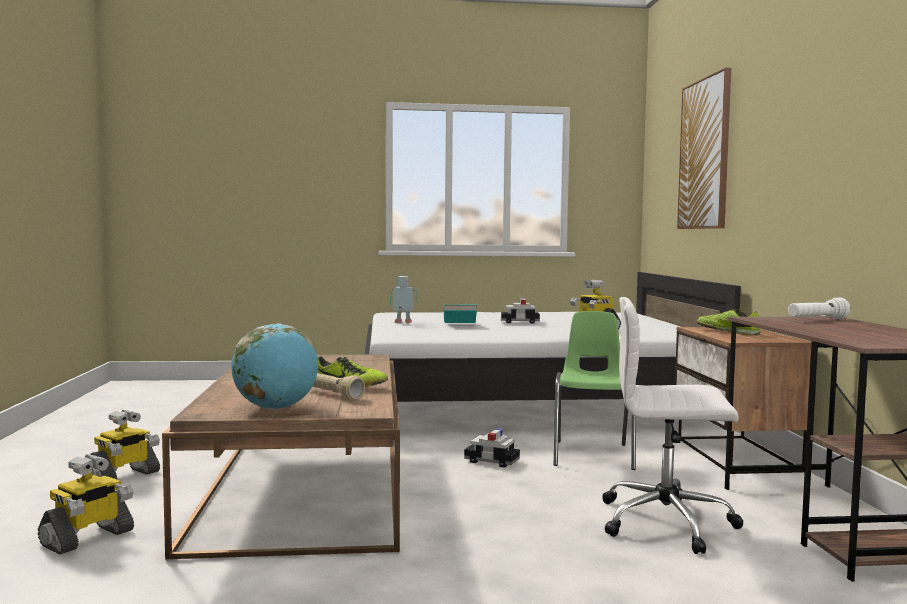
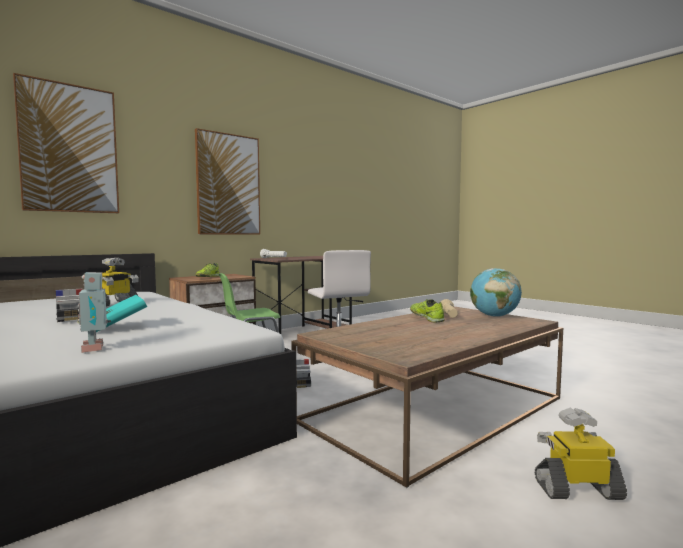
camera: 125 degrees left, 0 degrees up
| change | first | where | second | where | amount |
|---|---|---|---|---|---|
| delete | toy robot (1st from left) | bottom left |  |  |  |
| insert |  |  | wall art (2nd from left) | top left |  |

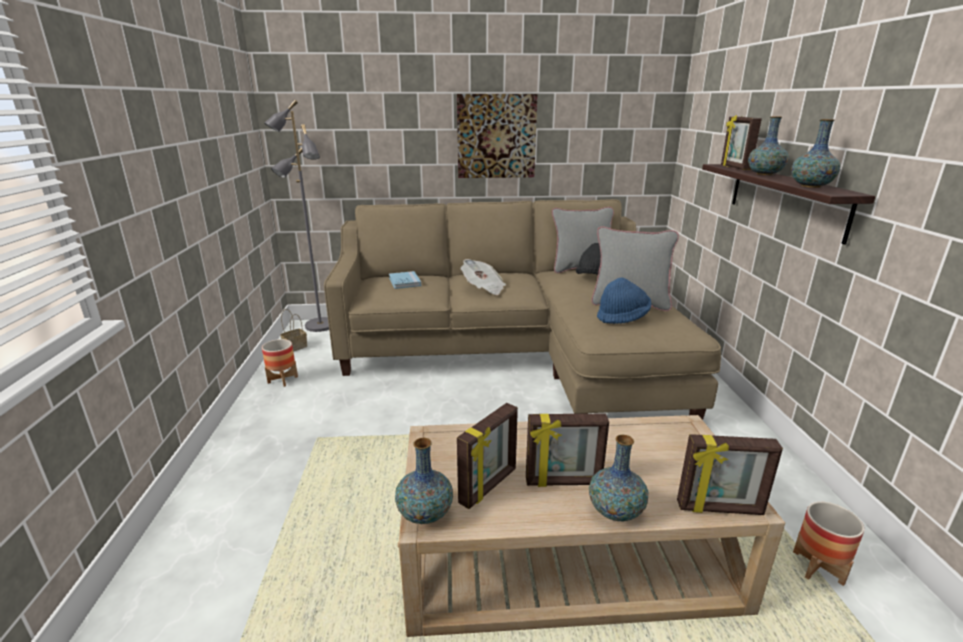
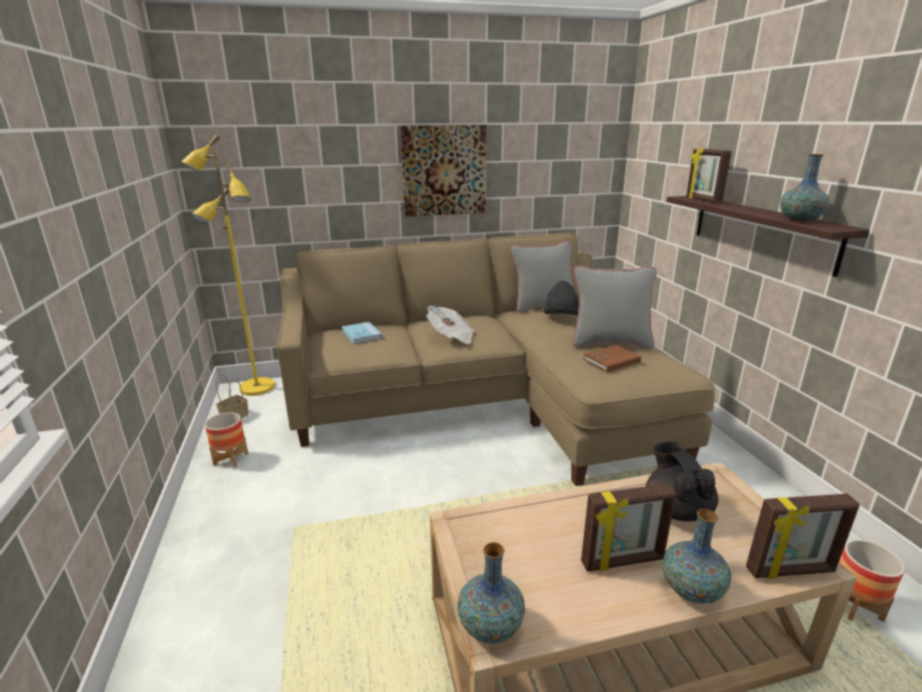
camera: 10 degrees left, 0 degrees up
| change | first | where | second | where | amount |
|---|---|---|---|---|---|
| recolor | floor lamp (greyish) | middle left | floor lamp (yellow) | middle left |  |
| delete | vase (3rd from left) | top right |  |  |  |
| replace | clothing hat (blue) | centre | bound book (brownish) | centre |  |
| delete | standing frame (1st from left) | bottom centre |  |  |  |
| insert |  |  | pot for tea (blackish) | bottom right |  |

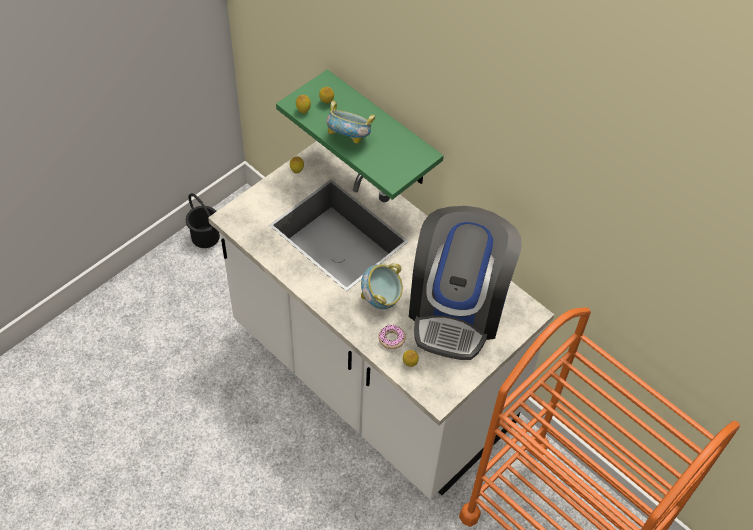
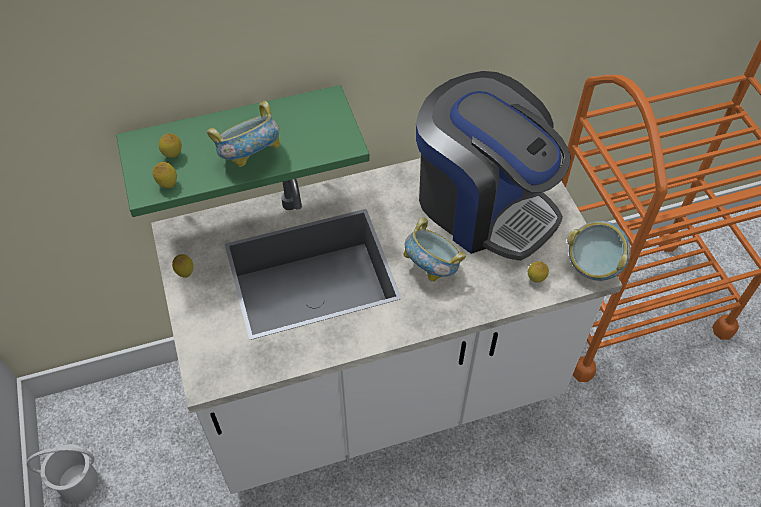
camera: 60 degrees left, 0 degrees up
| change | first | where | second | where | amount |
|---|---|---|---|---|---|
| recolor | bucket (blackish) | middle left | bucket (whitish) | bottom left |  |
| delete | doughnut | centre |  |  |  |
| insert |  |  | bowl (3rd from left) | middle right |  |

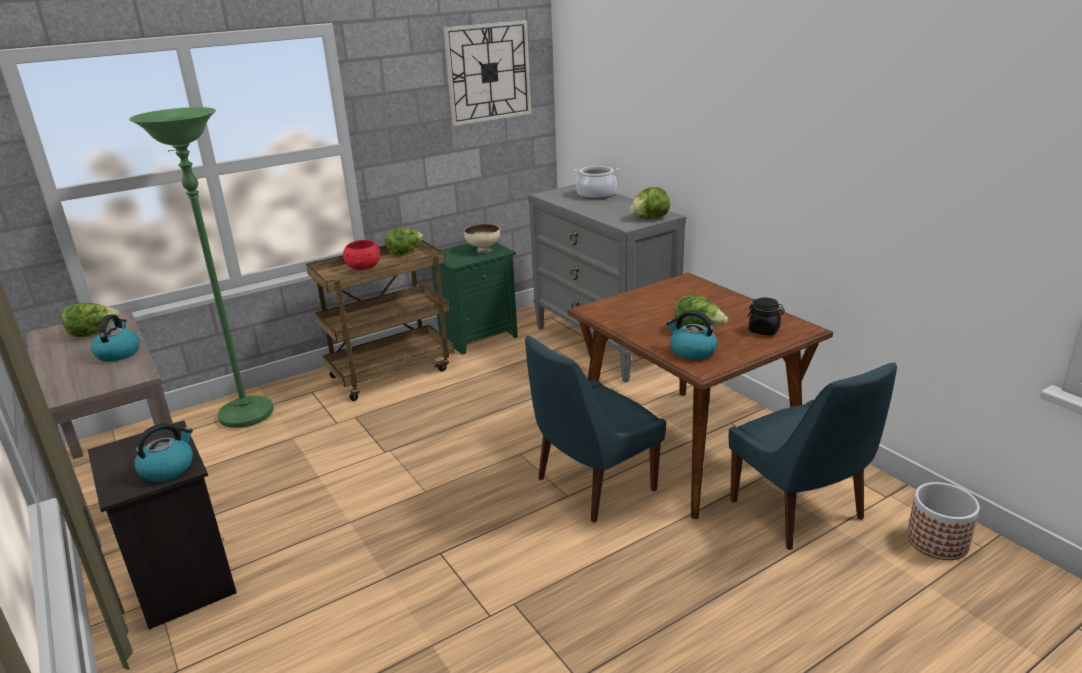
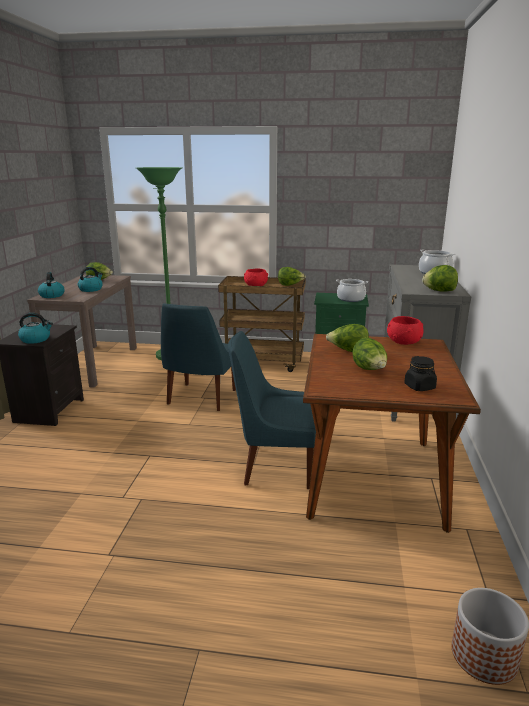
camera: 40 degrees right, 5 degrees down
| change | first | where | second | where | amount |
|---|---|---|---|---|---|
| delete | wall clock | top centre |  |  |  |
| replace | bowl (beige-coloured) | centre | cooking pot (1st from left) | centre |  |
| move | tea kettle (3rd from left in the first image) | centre | tea kettle (2nd from left) | middle left |  |
| move | upright chair (blue) (2nd from left in the first image) | bottom right | upright chair (blue) (1st from left) | centre |  |
| insert |  |  | bowl (red) (2nd from left) | middle right |  |
| insert |  |  | lettuce (3rd from left) | centre |  |

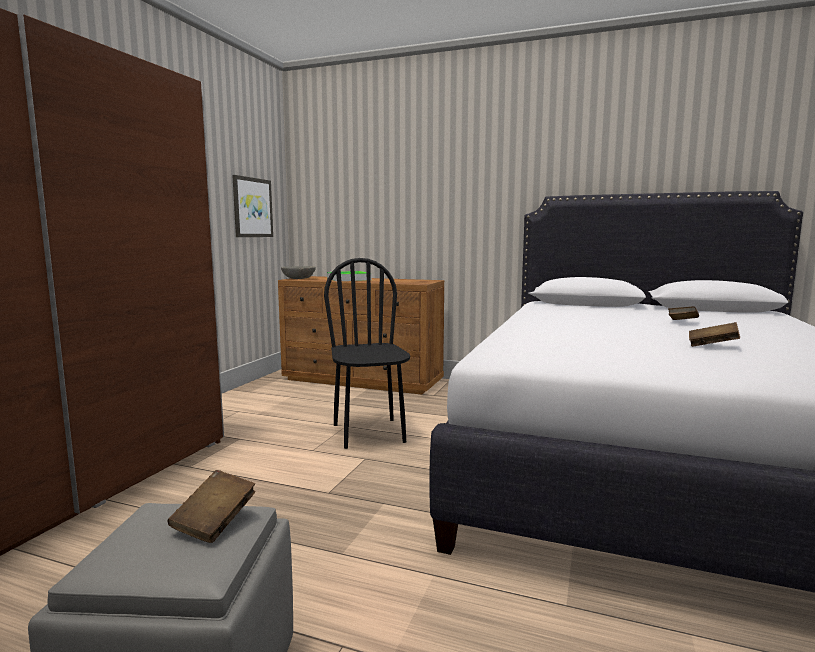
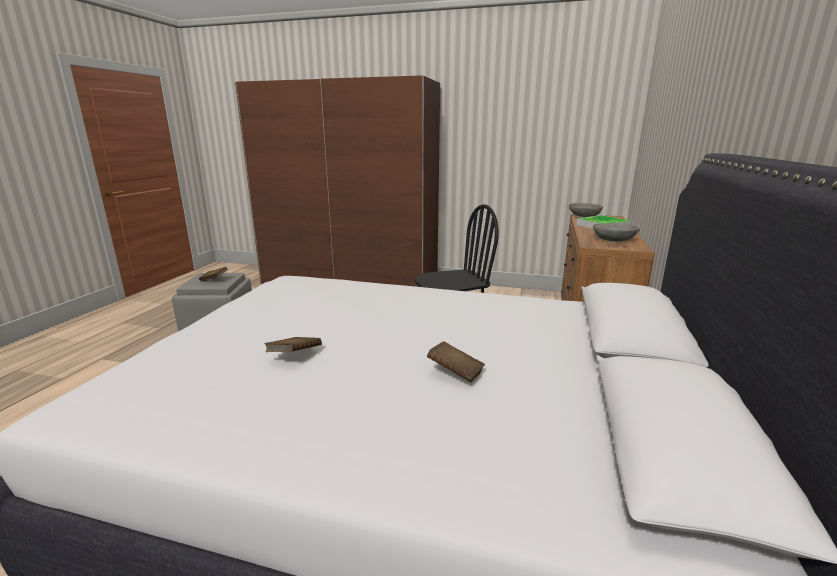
camera: 85 degrees right, 10 degrees up
| change | first | where | second | where | amount |
|---|---|---|---|---|---|
| delete | wall art | top left |  |  |  |
| insert |  |  | bowl (greyish) (2nd from left) | middle right |  |

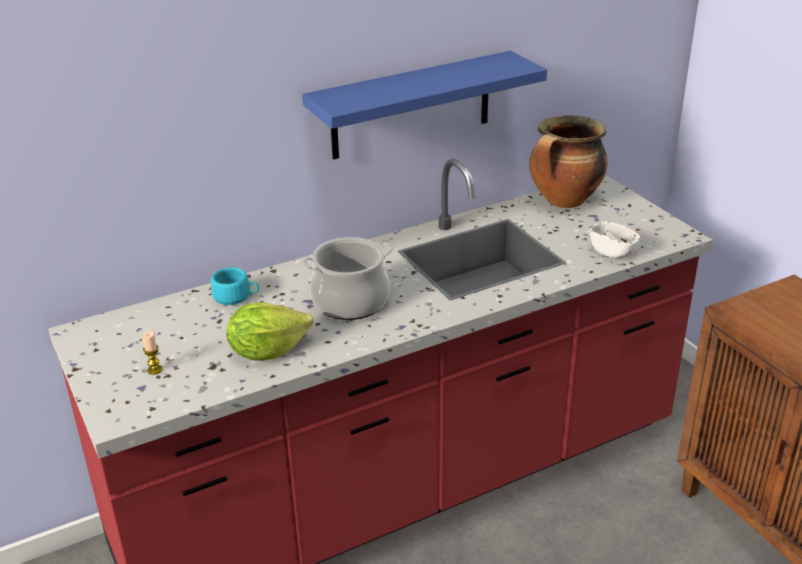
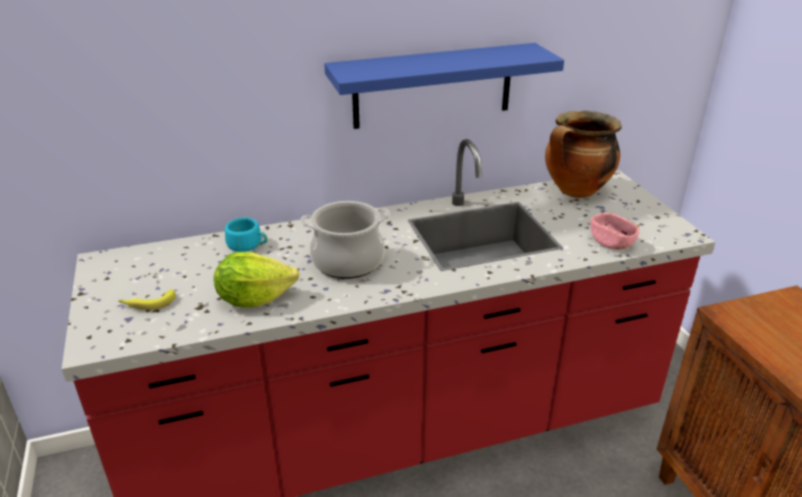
camera: 10 degrees right, 0 degrees up
| change | first | where | second | where | amount |
|---|---|---|---|---|---|
| recolor | bowl (whitish) | middle right | bowl (pinkish) | middle right |  |
| replace | wax light | middle left | banana | middle left |  |

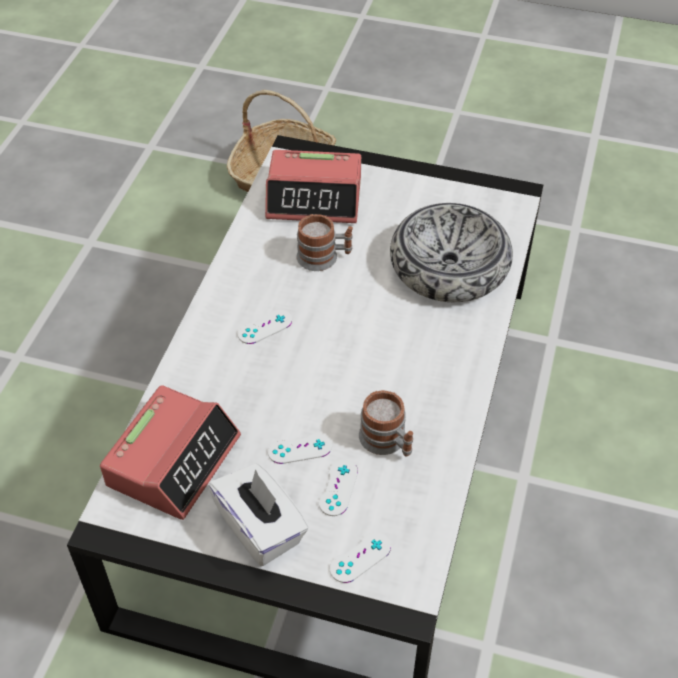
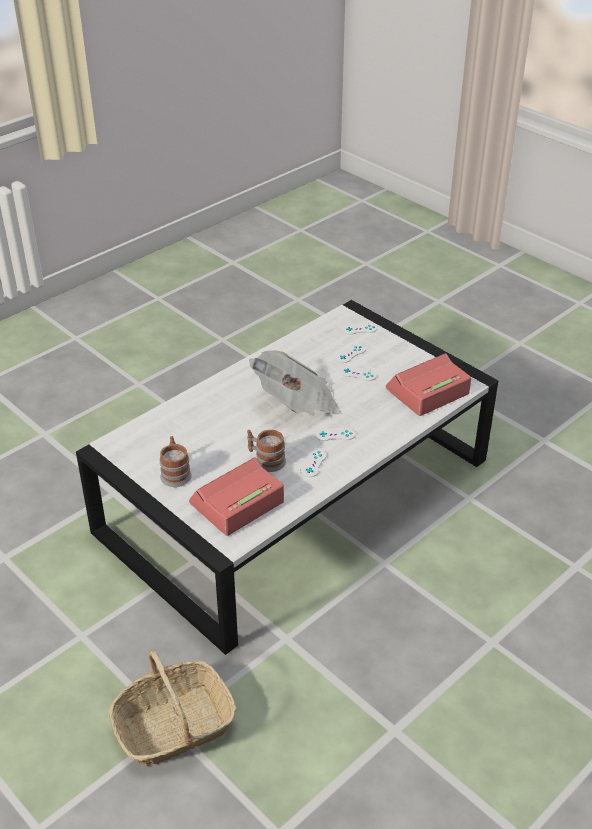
camera: 150 degrees left, 10 degrees down
| change | first | where | second | where | amount |
|---|---|---|---|---|---|
| rotate | alarm clock (2nd from left in the first image) | top centre | alarm clock (1st from left) | centre | 75 degrees counterclockwise |
| delete | bowl | centre |  |  |  |
| move | coffee mug (2nd from left in the first image) | centre | coffee mug (1st from left) | middle left |  |
| delete | tissue box (whitish) | bottom centre |  |  |  |
| insert |  |  | daily paper | centre |  |
| insert |  |  | game controller (whitish) (1st from left) | centre |  |

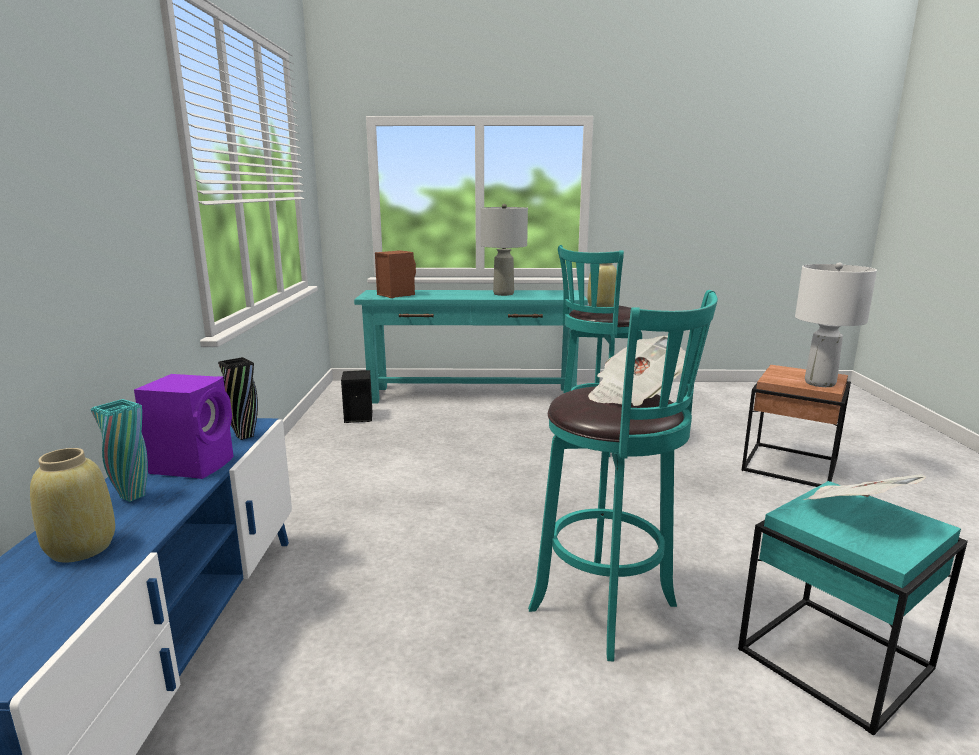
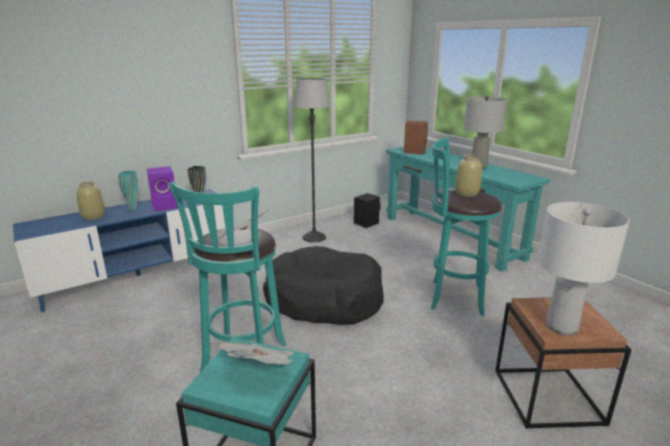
camera: 55 degrees right, 5 degrees up
| change | first | where | second | where | amount |
|---|---|---|---|---|---|
| insert |  |  | floor lamp | centre |  |
| insert |  |  | dog cushion (blackish) | centre |  |

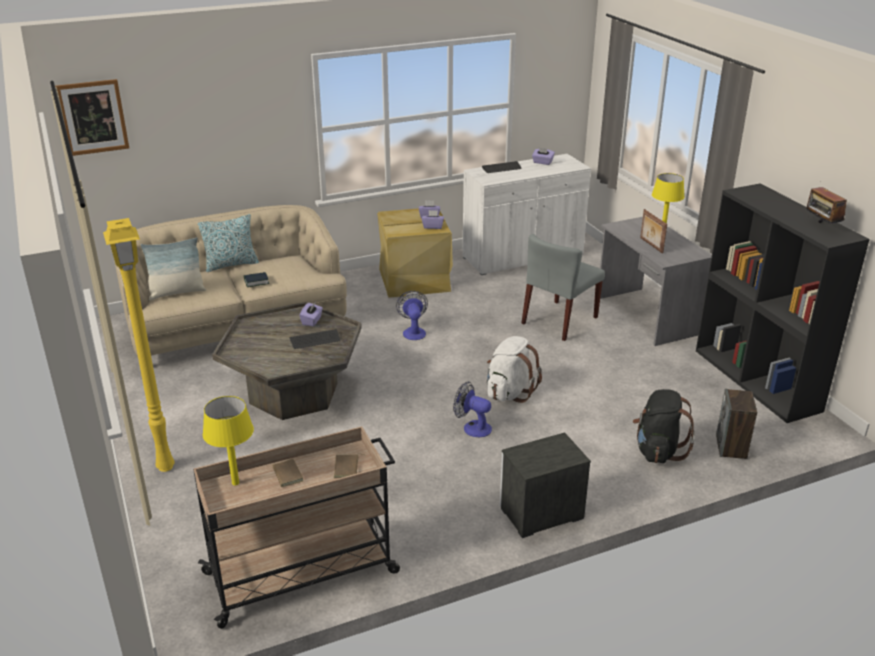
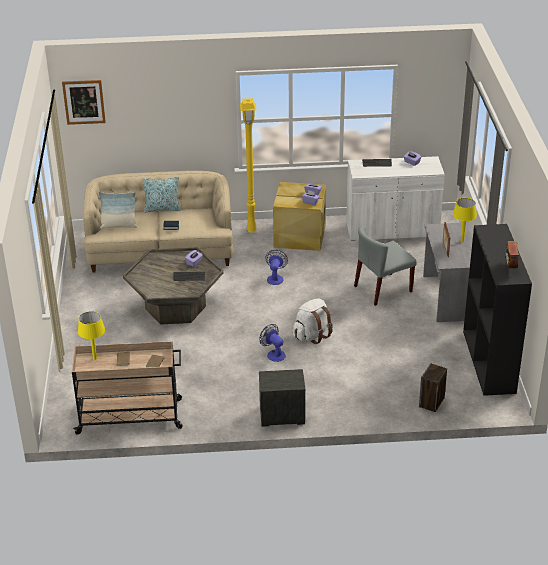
camera: 20 degrees right, 5 degrees up
| change | first | where | second | where | amount |
|---|---|---|---|---|---|
| move | floor lamp (yellow) | middle left |  | top centre |  |
| delete | rucksack (blackish) | middle right |  |  |  |

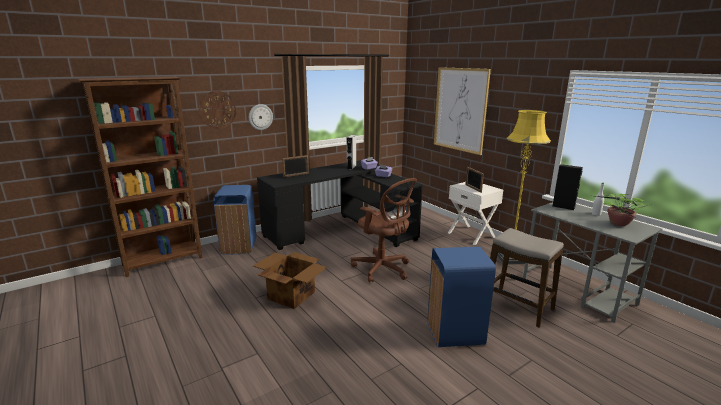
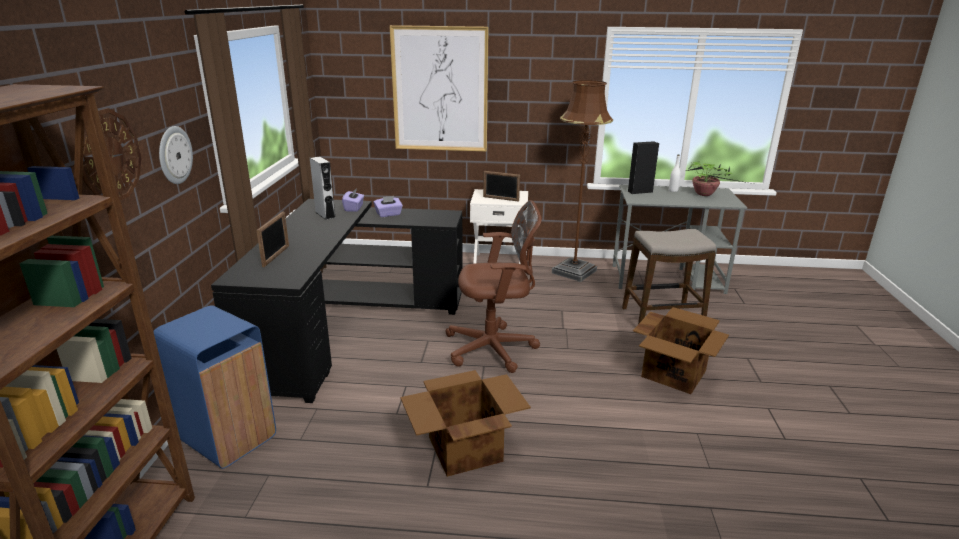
camera: 50 degrees left, 5 degrees up
| change | first | where | second | where | amount |
|---|---|---|---|---|---|
| recolor | floor lamp (yellow) | middle right | floor lamp (brownish) | centre |  |
| replace | waste bin (blue) (2nd from left) | bottom centre | packing box (2nd from left) | middle right |  |

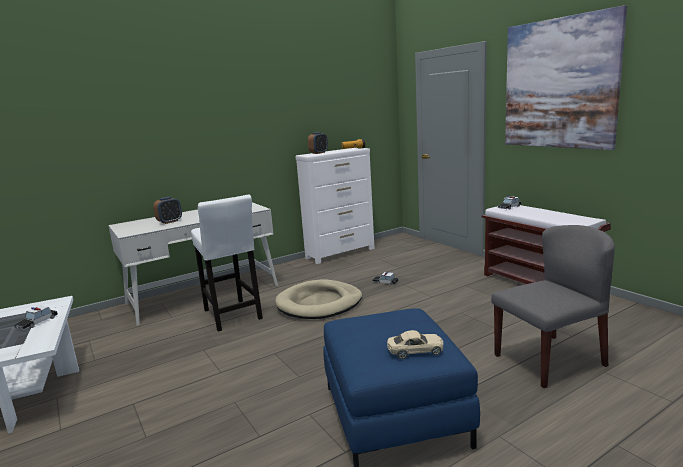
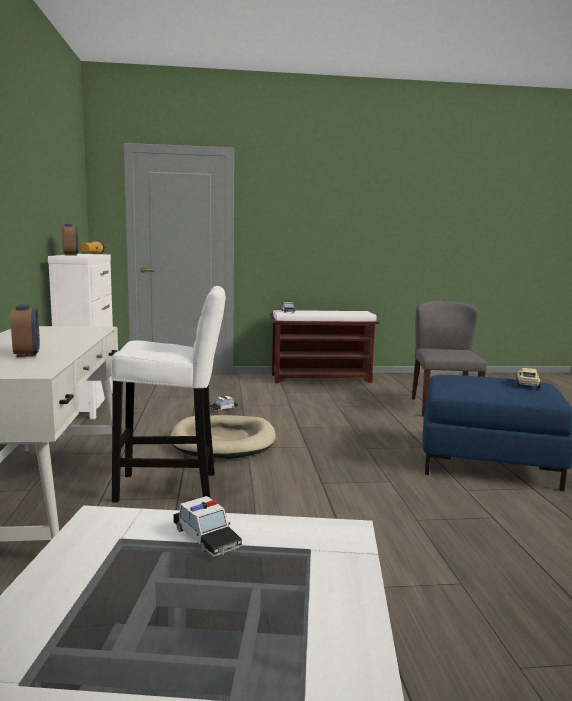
camera: 65 degrees left, 5 degrees down
| change | first | where | second | where | amount |
|---|---|---|---|---|---|
| delete | wall art | top right |  |  |  |

